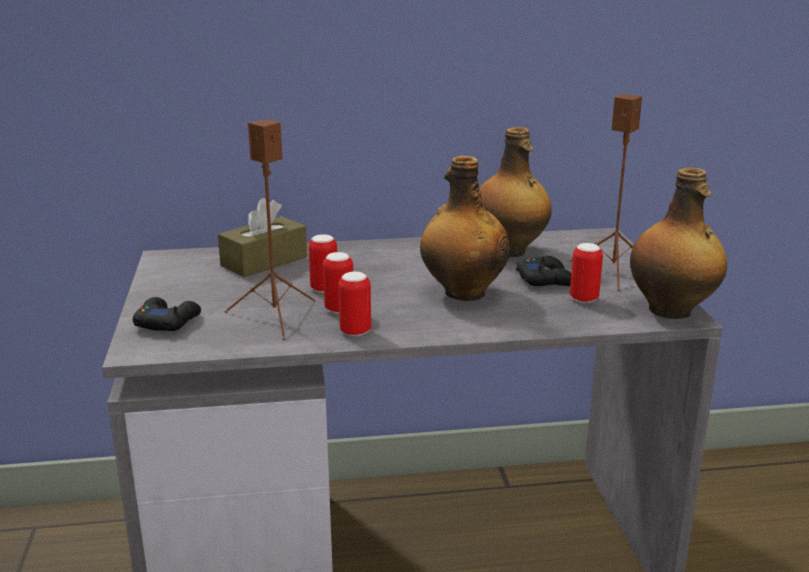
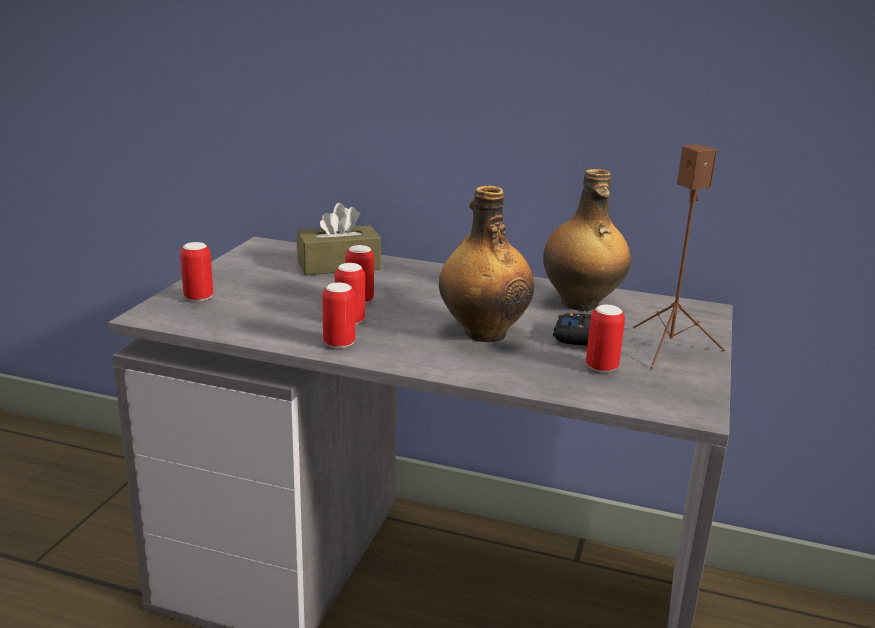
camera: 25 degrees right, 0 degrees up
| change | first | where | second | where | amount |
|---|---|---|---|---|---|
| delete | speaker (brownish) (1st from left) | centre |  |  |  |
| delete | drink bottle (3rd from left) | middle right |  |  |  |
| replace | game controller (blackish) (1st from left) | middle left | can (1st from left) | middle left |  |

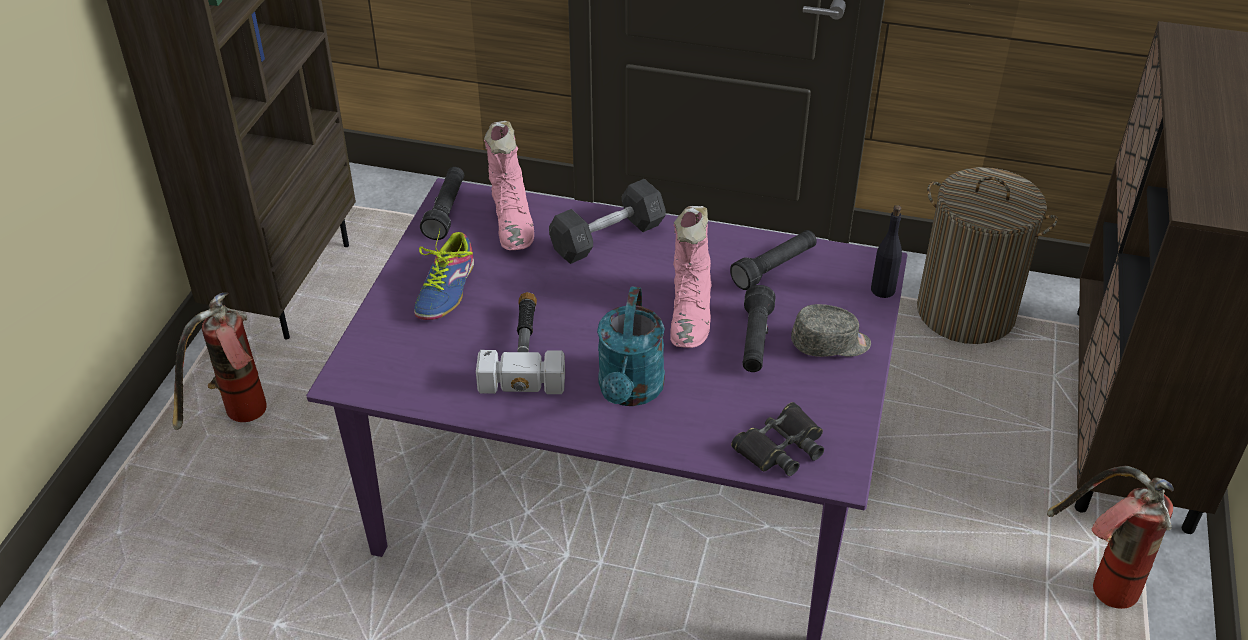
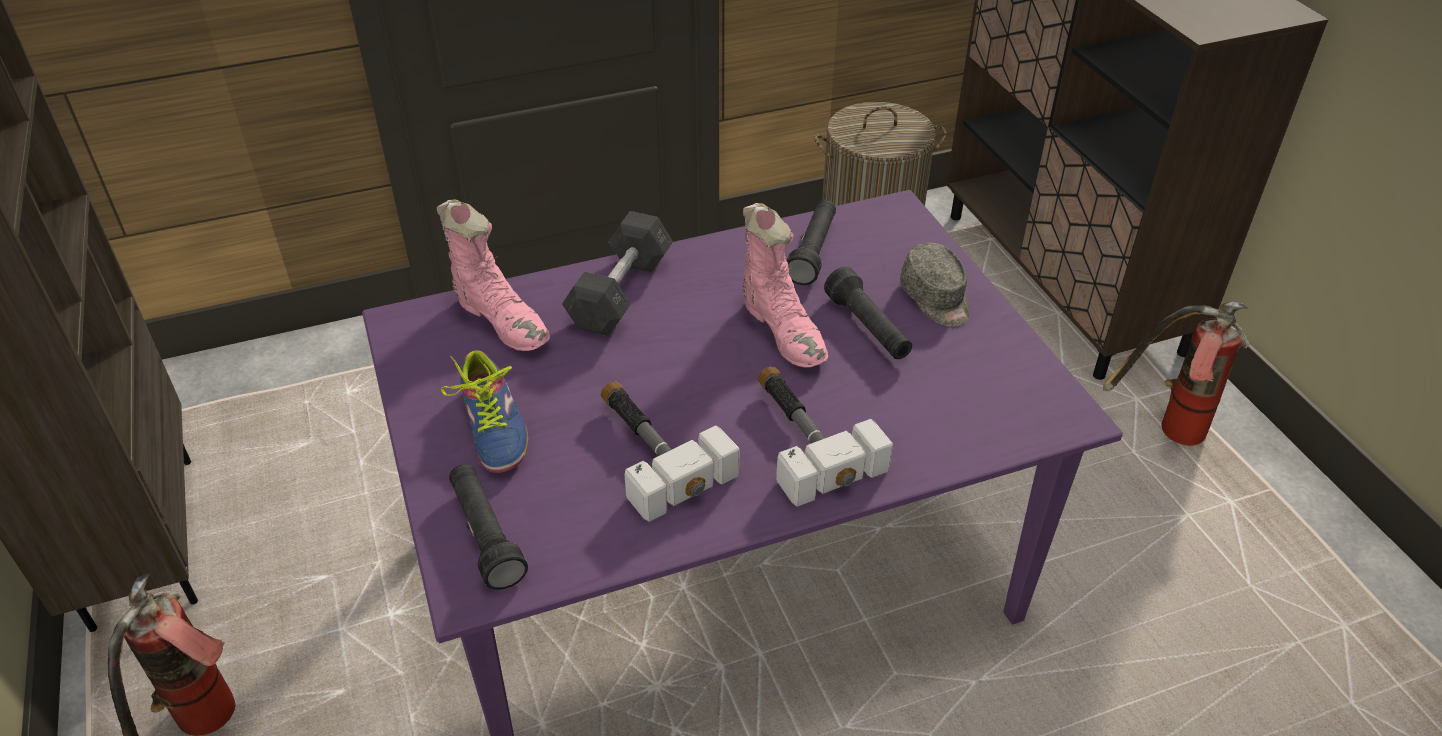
camera: 35 degrees left, 0 degrees up
| change | first | where | second | where | amount |
|---|---|---|---|---|---|
| move | torch (blackish) (1st from left) | top centre |  | bottom centre |  |
| delete | drink bottle (blackish) | middle right |  |  |  |
| replace | watering can (turquoise-coloured) | centre | hand hammer (2nd from left) | centre |  |
| rotate | peaked cap (greyish) | centre |  | centre | 105 degrees clockwise |
| delete | pair of binoculars (blackish) | bottom centre |  |  |  |

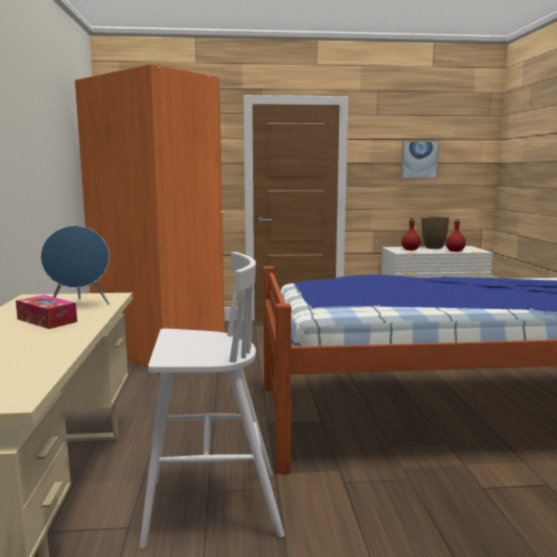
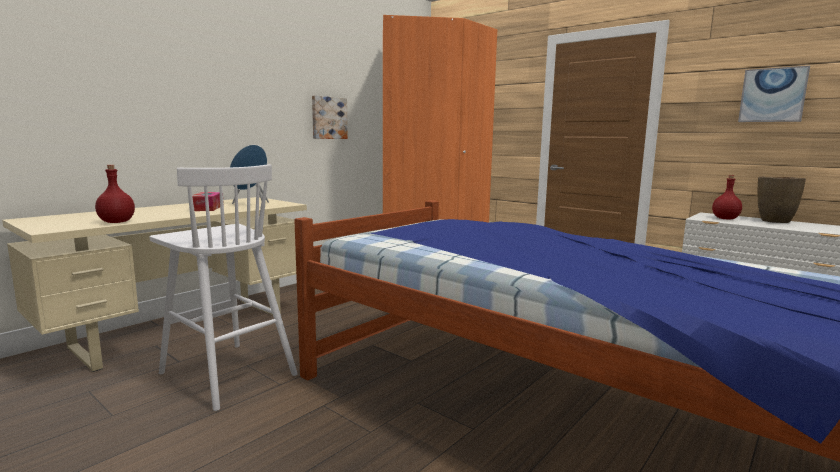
camera: 45 degrees right, 0 degrees up
| change | first | where | second | where | amount |
|---|---|---|---|---|---|
| move | drink bottle (red) (2nd from left in the first image) | middle right | drink bottle (red) (1st from left) | middle left |  |
| insert |  |  | wall art (1st from left) | top centre |  |

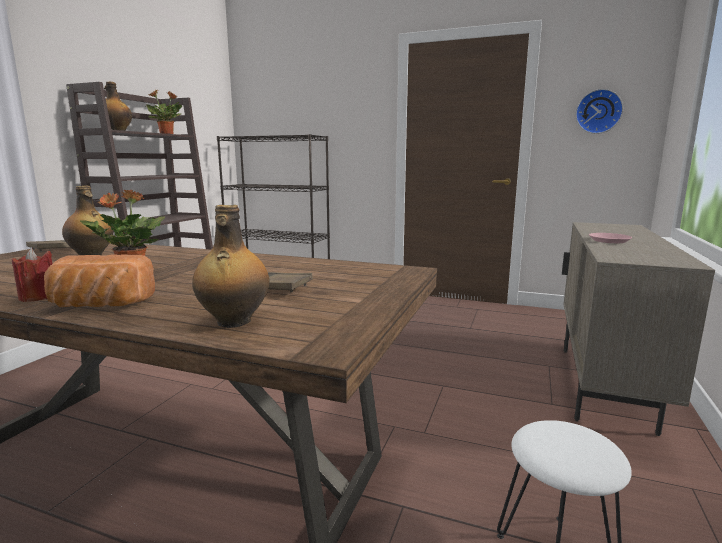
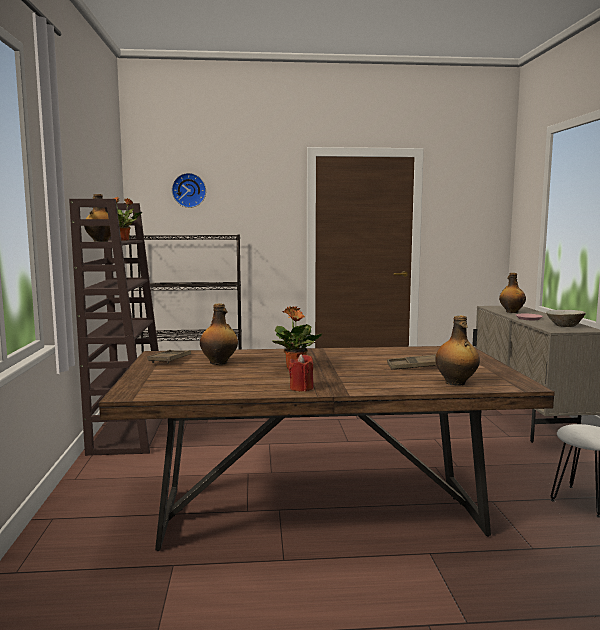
camera: 25 degrees left, 5 degrees down
| change | first | where | second | where | amount |
|---|---|---|---|---|---|
| move | wall clock | top right |  | top left |  |
| delete | baked bread | middle left |  |  |  |
| insert |  |  | drink bottle (4th from left) | middle right |  |
| insert |  |  | bowl (beige-coloured) | middle right |  |

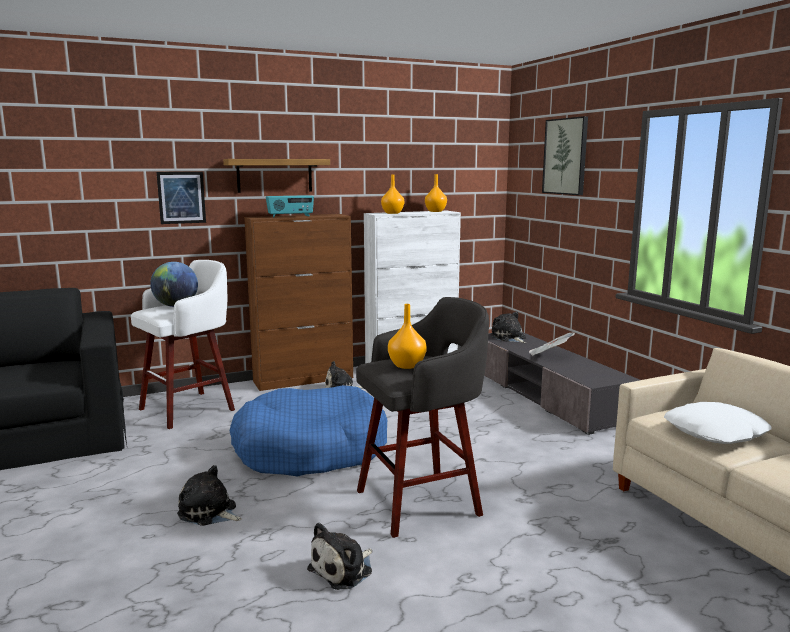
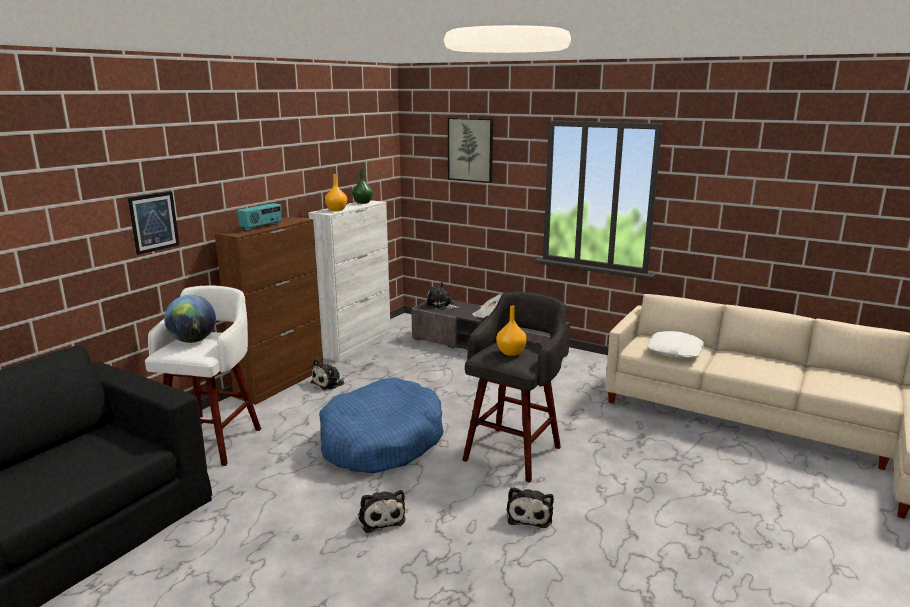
camera: 35 degrees left, 5 degrees up
| change | first | where | second | where | amount |
|---|---|---|---|---|---|
| delete | shelf | top centre |  |  |  |
| recolor | vase (orange-coloured) (3rd from left) | top centre | vase (greenish) | top centre |  |
| rotate | cuddly toy (1st from left in the first image) | bottom left | cuddly toy (2nd from left) | bottom centre | 105 degrees counterclockwise |

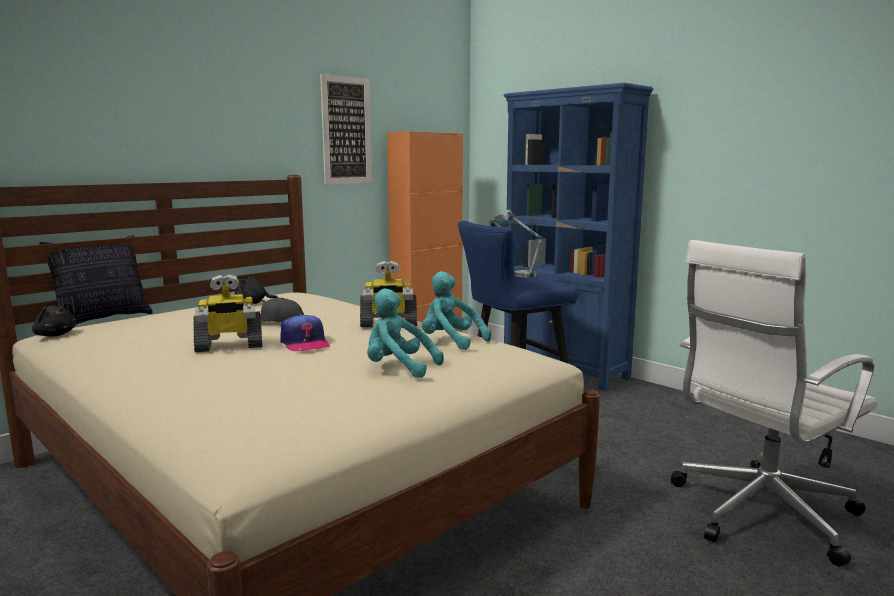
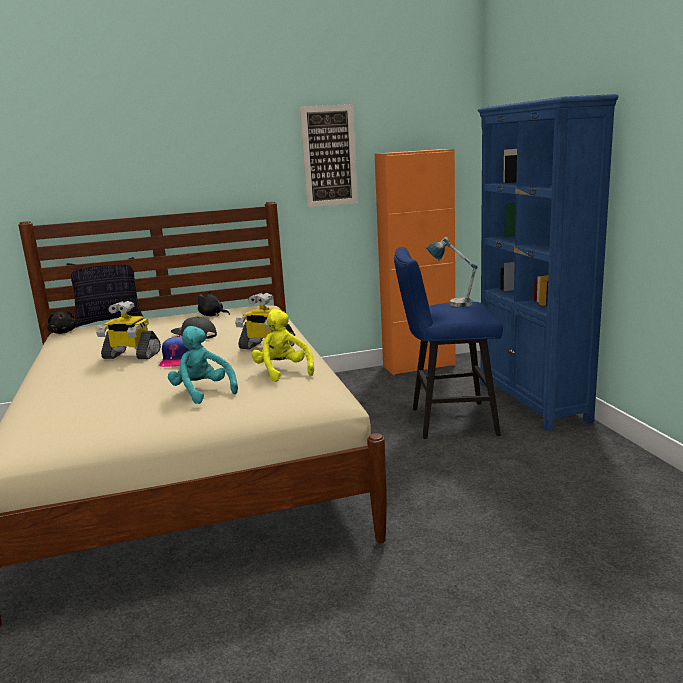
camera: 30 degrees right, 5 degrees up
| change | first | where | second | where | amount |
|---|---|---|---|---|---|
| delete | computer chair (whitish) | bottom right |  |  |  |
| recolor | cuddly toy (turquoise-coloured) (2nd from left) | centre | cuddly toy (yellow) | centre |  |

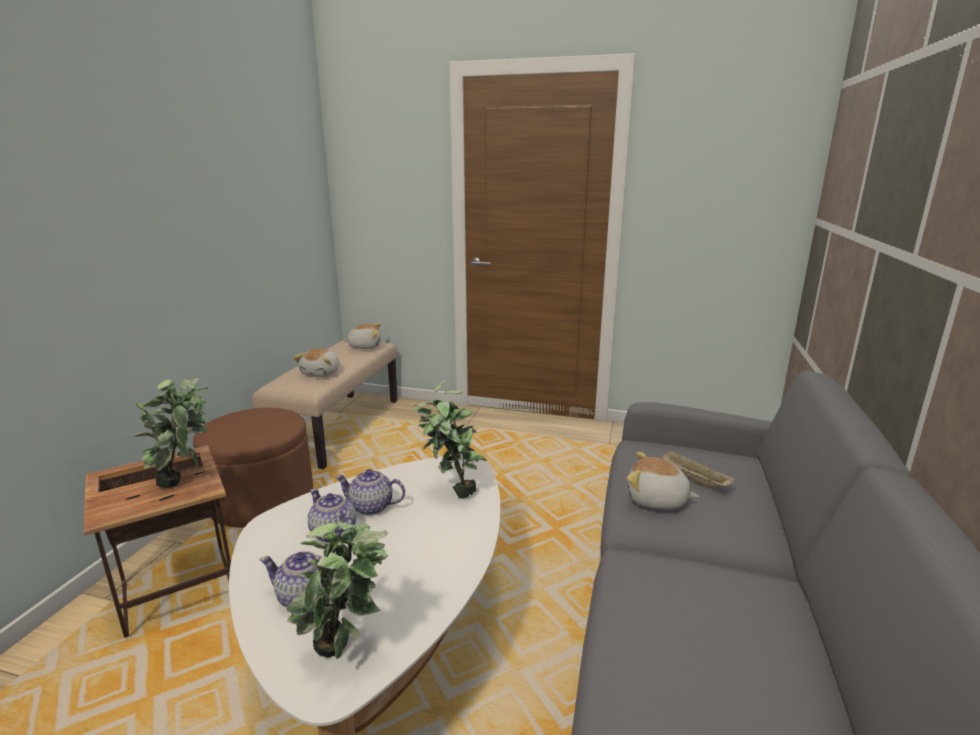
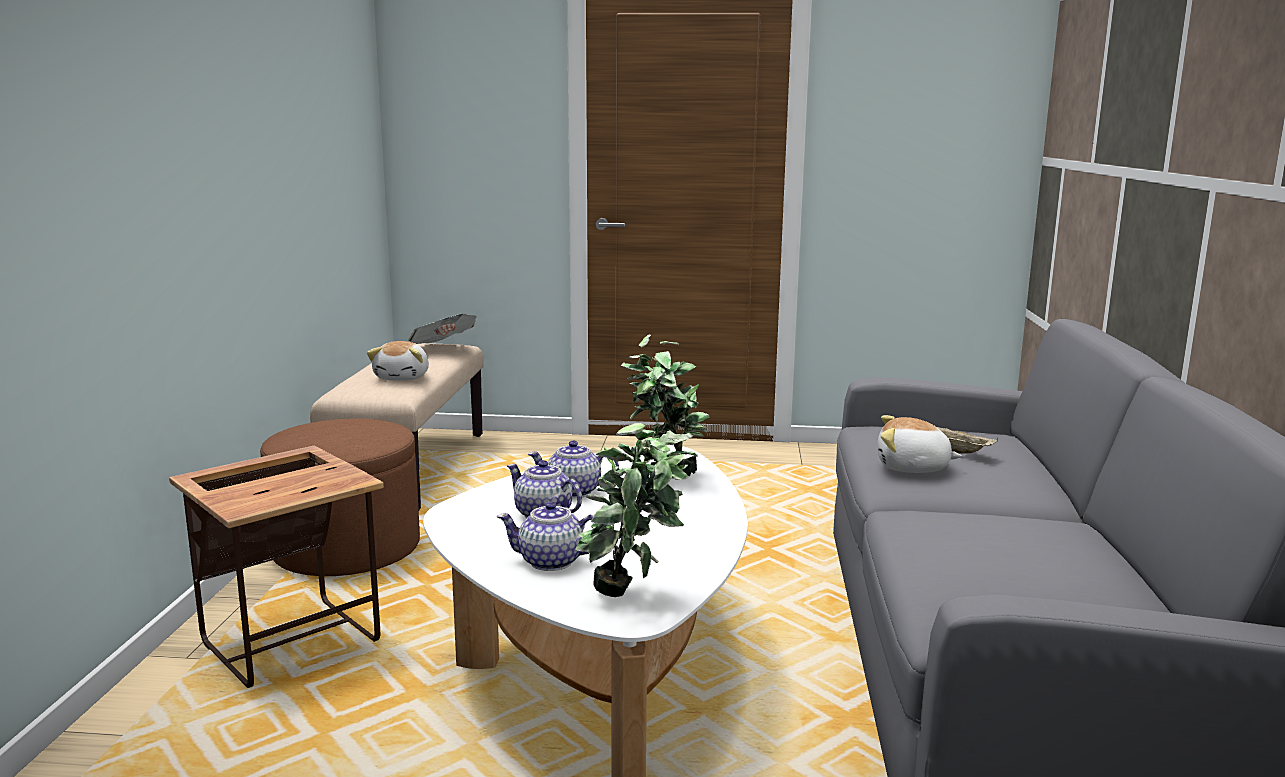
camera: 10 degrees left, 5 degrees down
| change | first | where | second | where | amount |
|---|---|---|---|---|---|
| replace | cuddly toy (2nd from left) | centre | daily paper | centre |  |
| delete | plant in a pot (1st from left) | middle left |  |  |  |

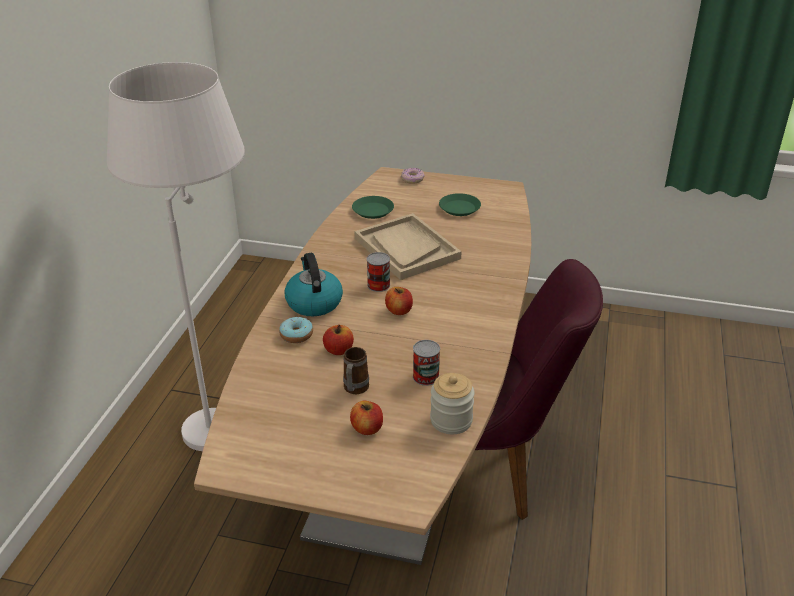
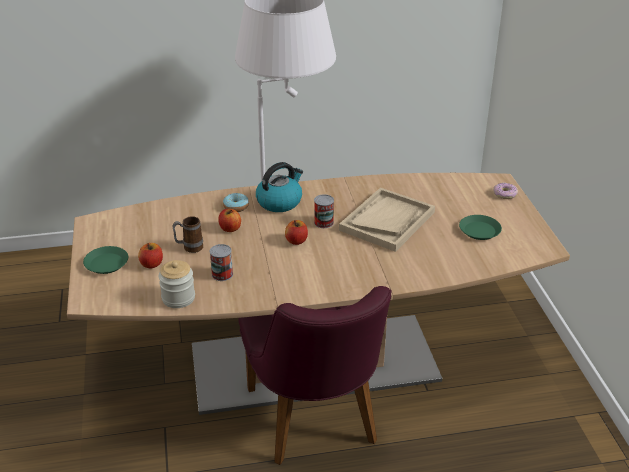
camera: 65 degrees right, 0 degrees up
| change | first | where | second | where | amount |
|---|---|---|---|---|---|
| move | plate (greenish) (1st from left) | centre |  | middle left |  |

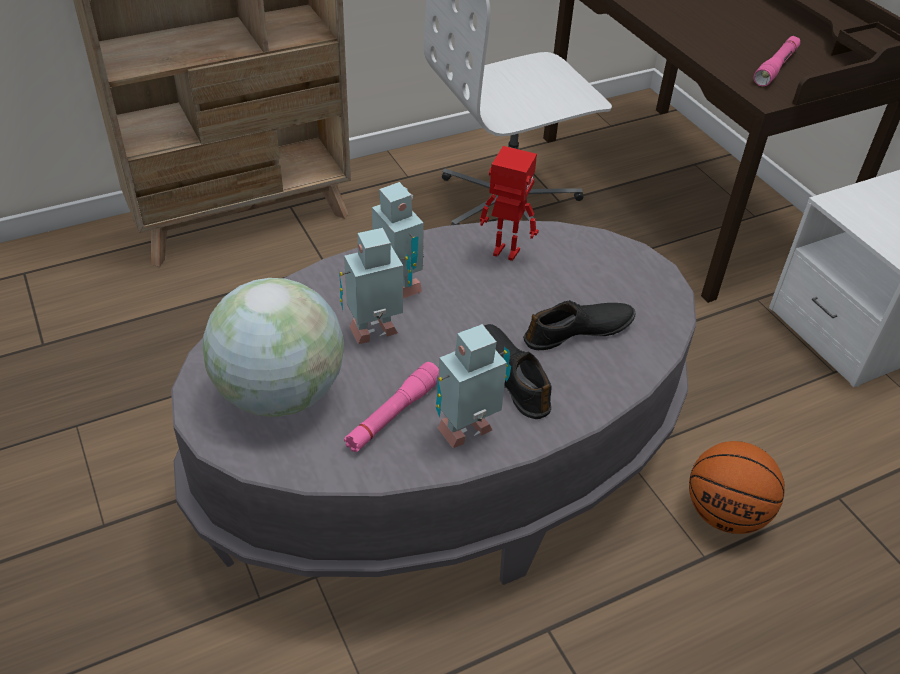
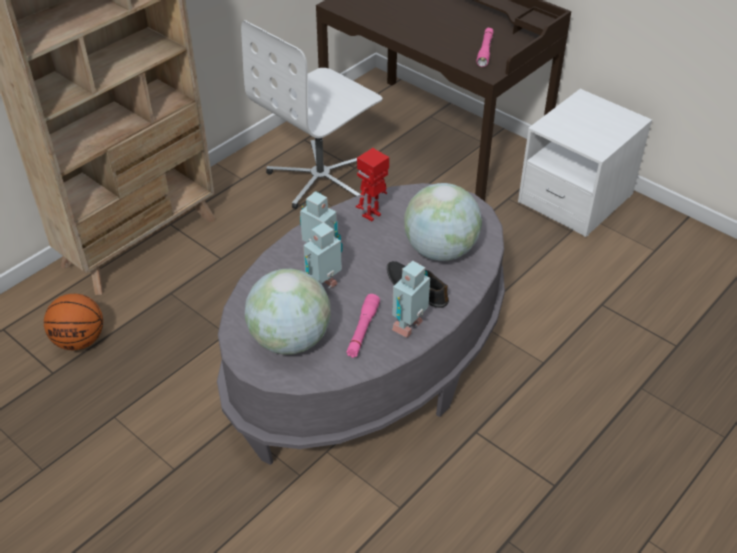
camera: 20 degrees left, 0 degrees up
| change | first | where | second | where | amount |
|---|---|---|---|---|---|
| rotate | toy robot (4th from left in the first image) | top centre | toy robot (3rd from left) | top centre | 45 degrees counterclockwise |
| replace | low shoe (blackish) (2nd from left) | centre | desk globe (2nd from left) | centre |  |
| move | basketball | bottom right |  | middle left |  |

